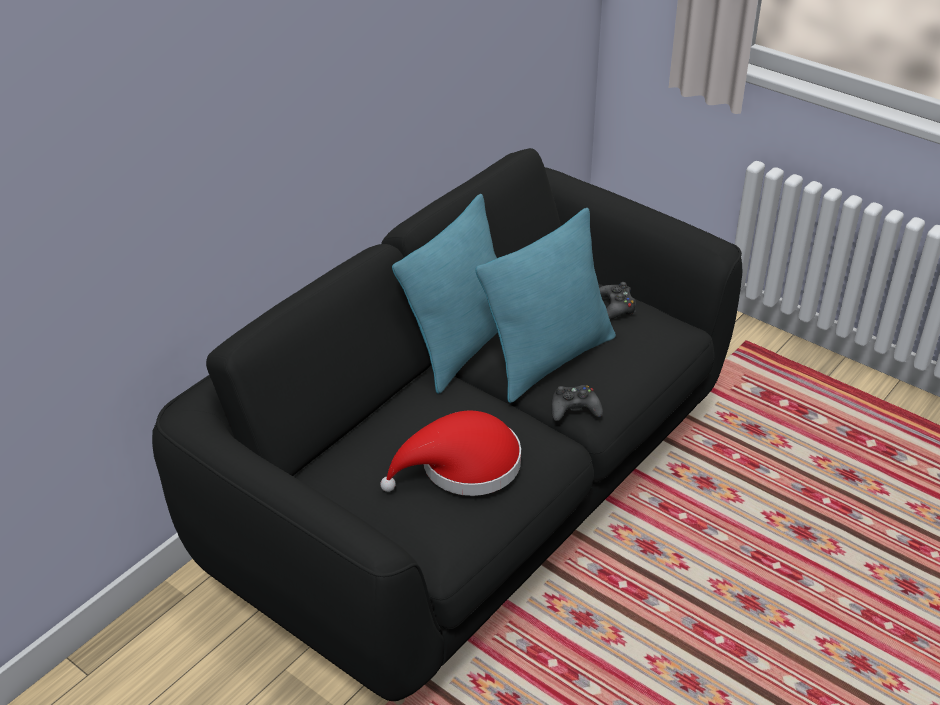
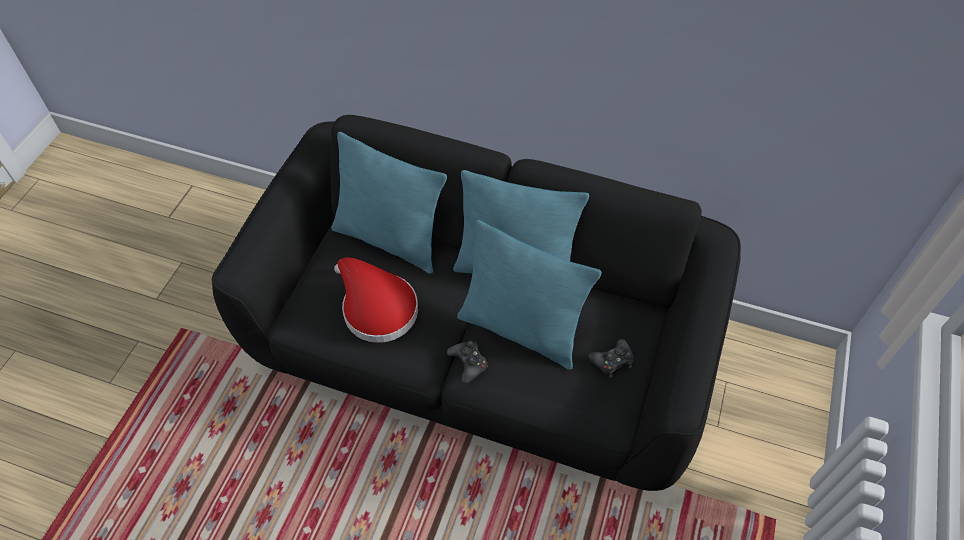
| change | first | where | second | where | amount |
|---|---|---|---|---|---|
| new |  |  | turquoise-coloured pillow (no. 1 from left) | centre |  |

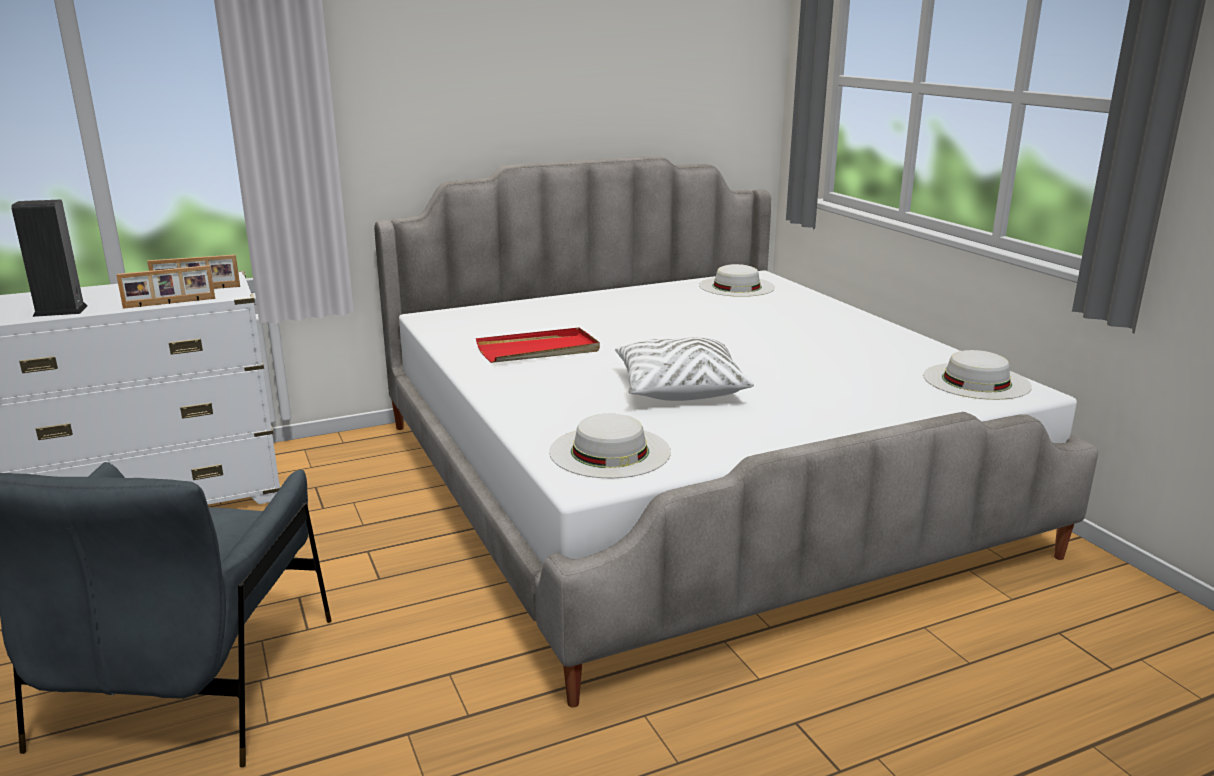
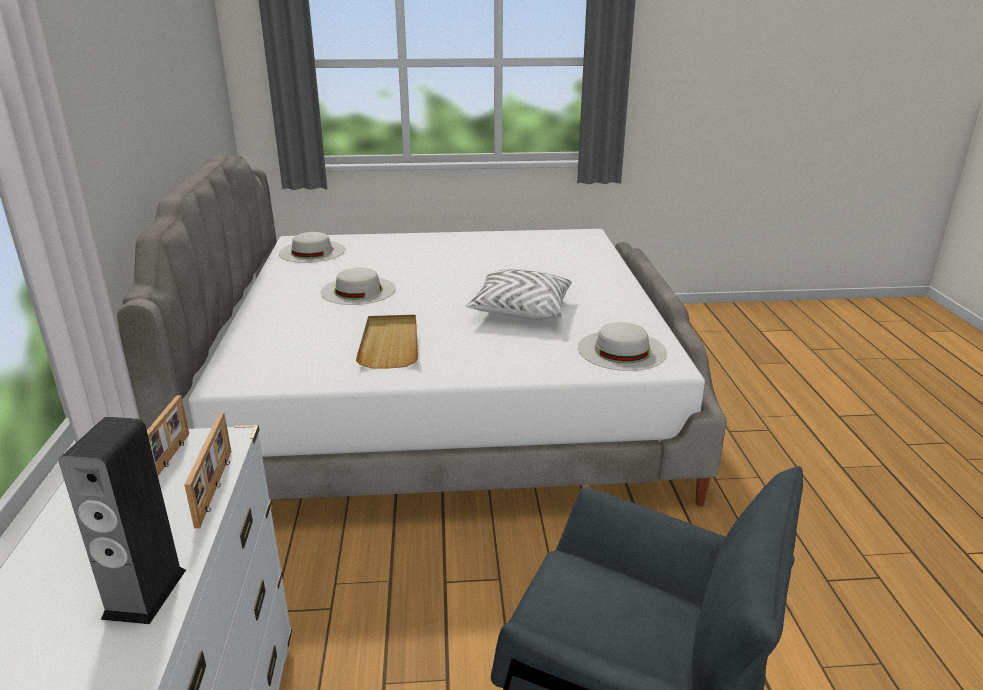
| change | first | where | second | where | amount |
|---|---|---|---|---|---|
| shifted | white-coloured wearable hat (no. 3 from left in the first image) | middle right | white-coloured wearable hat (no. 2 from left) | centre |  |
| repainted | reddish carrying tray | centre | beige carrying tray | centre |  |

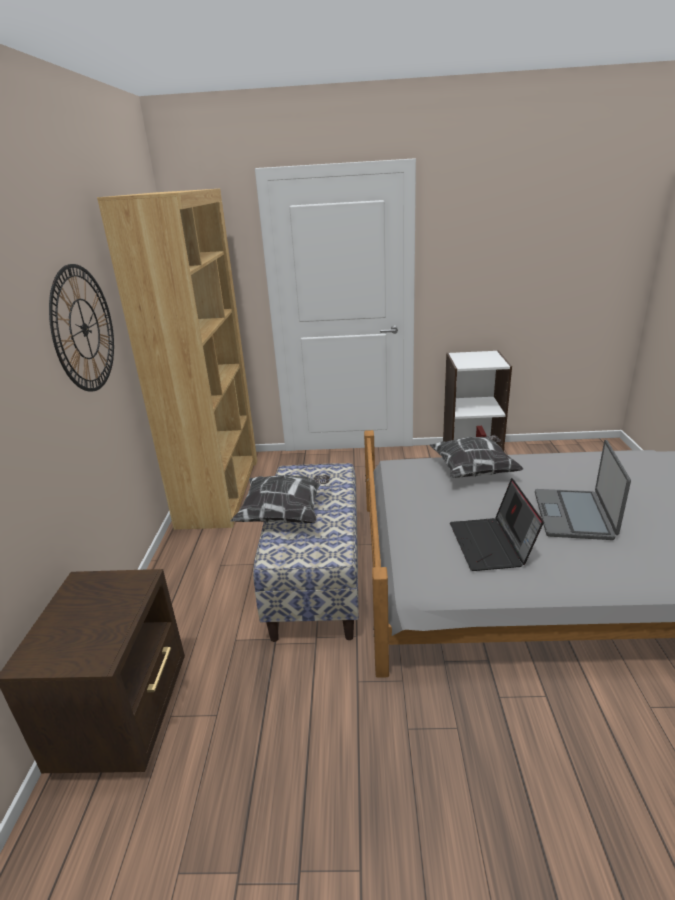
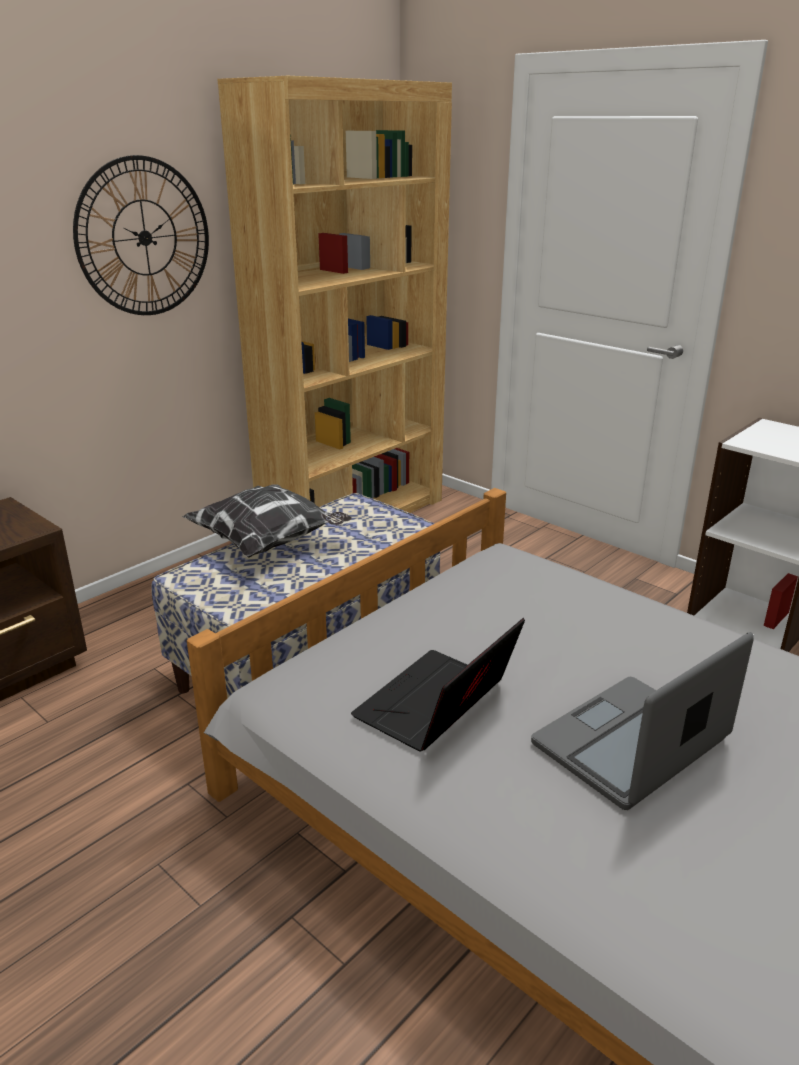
| change | first | where | second | where | amount |
|---|---|---|---|---|---|
| gone | pillow (no. 2 from left) | middle right |  |  |  |

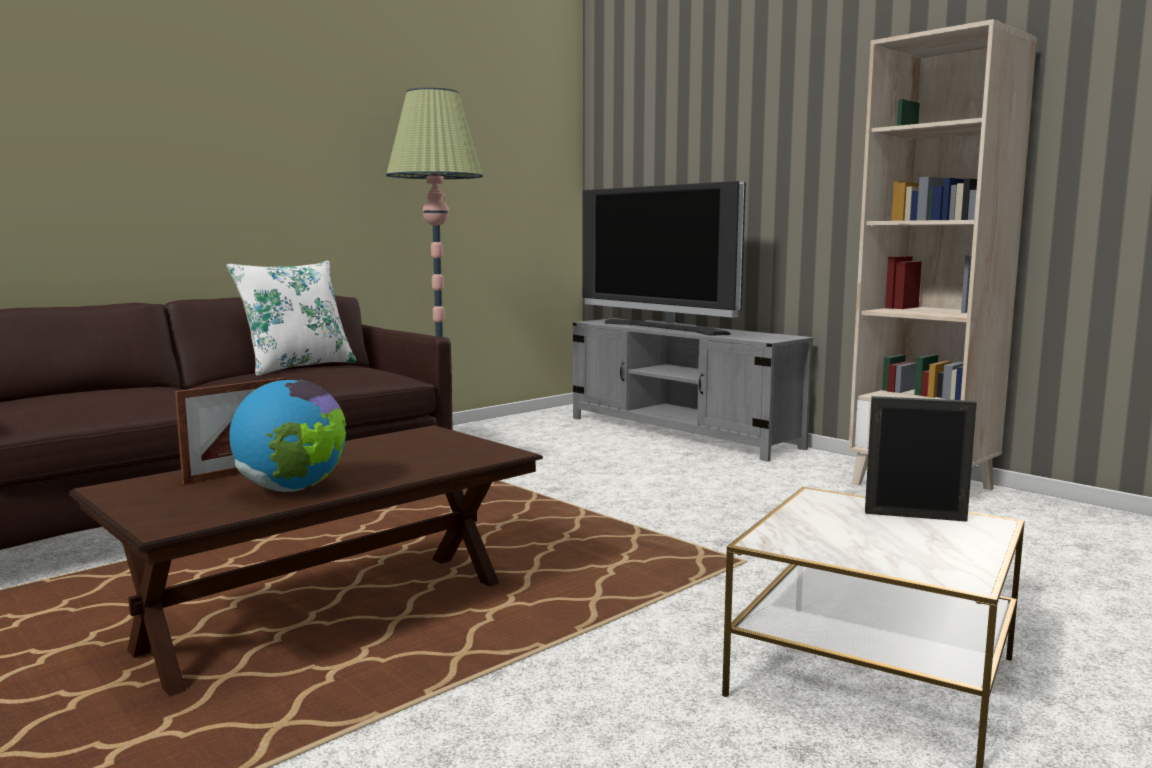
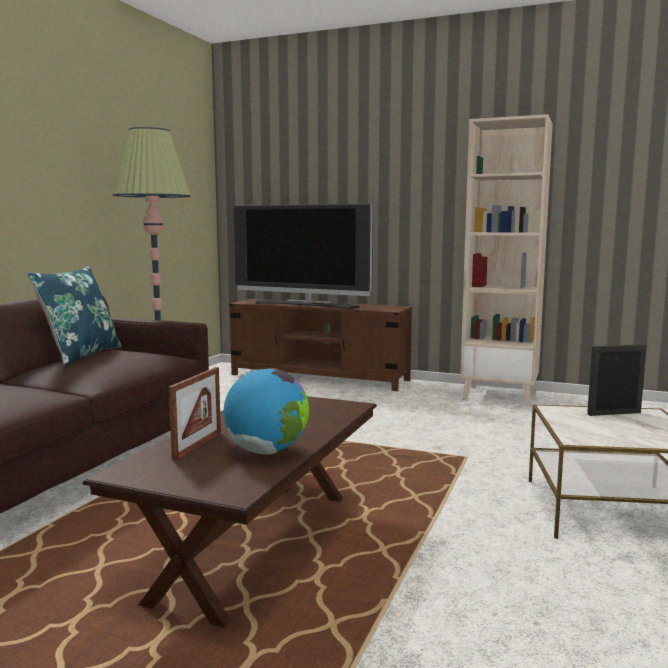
| change | first | where | second | where | amount |
|---|---|---|---|---|---|
| repainted | white-coloured pillow | middle left | blue-coloured pillow | middle left |  |
| repainted | gray tv unit | centre | brown-coloured tv unit | centre |  |

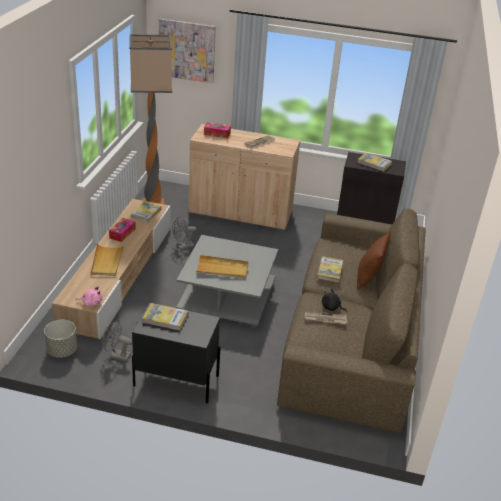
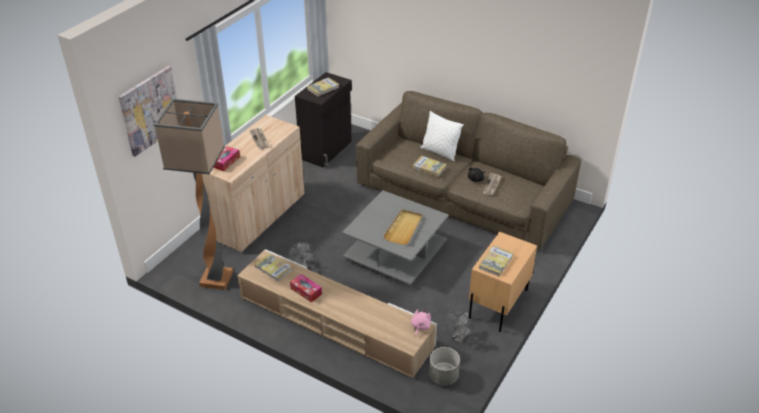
| change | first | where | second | where | amount |
|---|---|---|---|---|---|
| gone | beige carrying tray (no. 1 from left) | middle left |  |  |  |
| repainted | black bedside table | bottom centre | beige bedside table | bottom centre |  |
| repainted | brown-coloured pillow | middle right | white-coloured pillow | top centre |  |

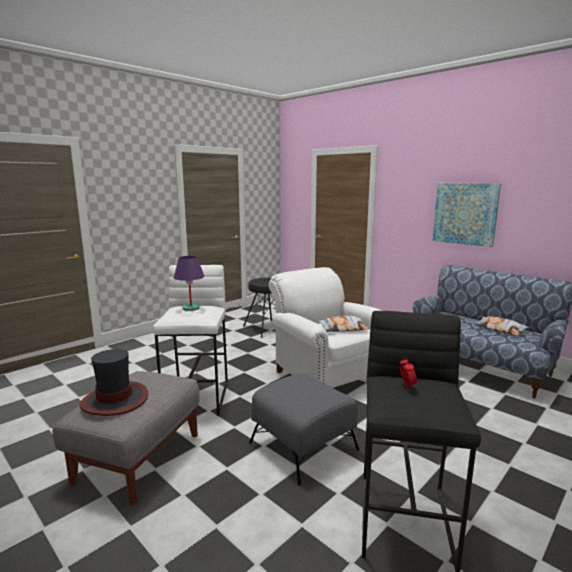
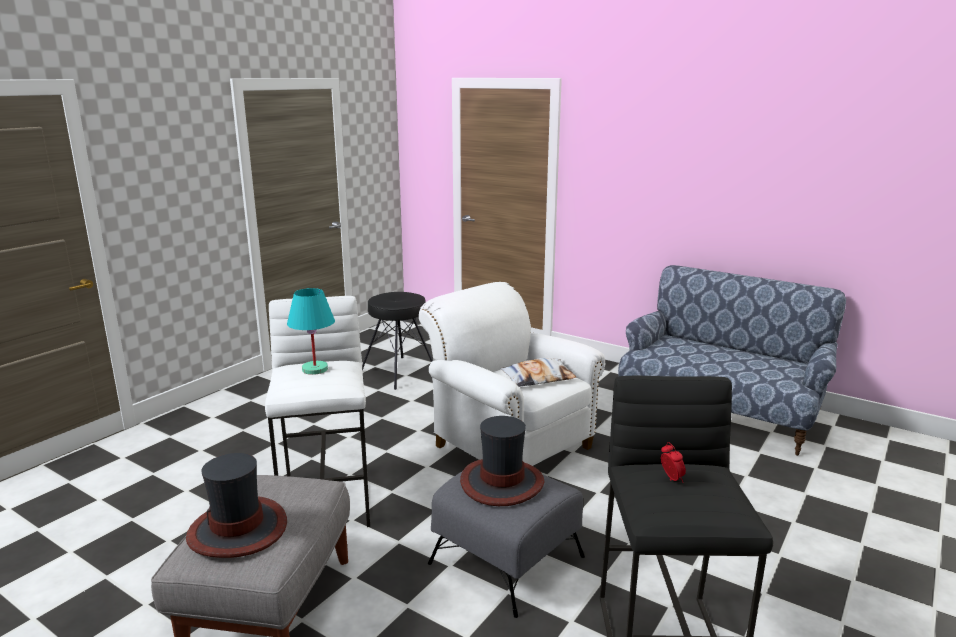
| change | first | where | second | where | amount |
|---|---|---|---|---|---|
| gone | wall picture | middle right |  |  |  |
| gone | pillow (no. 2 from left) | middle right |  |  |  |
| new |  |  | wearable hat (no. 2 from left) | bottom centre |  |
| repainted | purplish table lamp | middle left | turquoise-coloured table lamp | middle left |  |

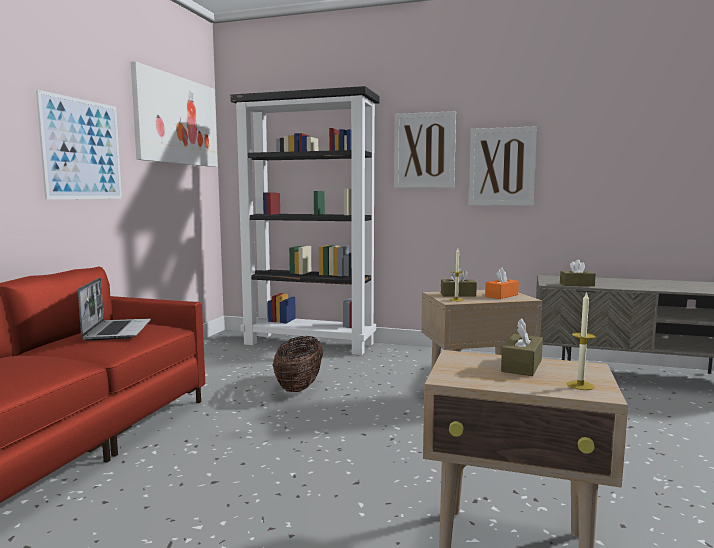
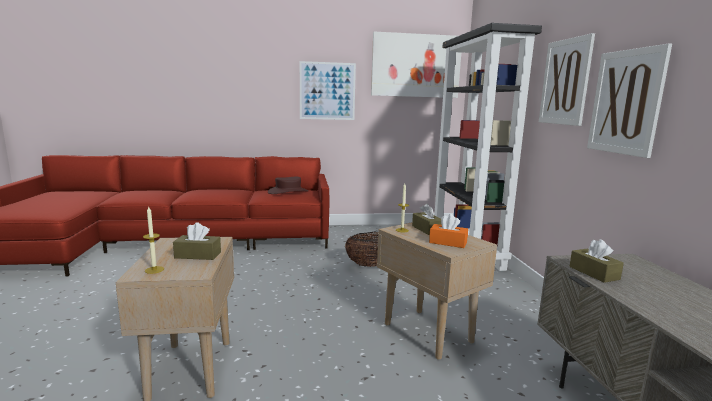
| change | first | where | second | where | amount |
|---|---|---|---|---|---|
| swapped | portable computer | middle left | brown-coloured wearable hat | centre |  |

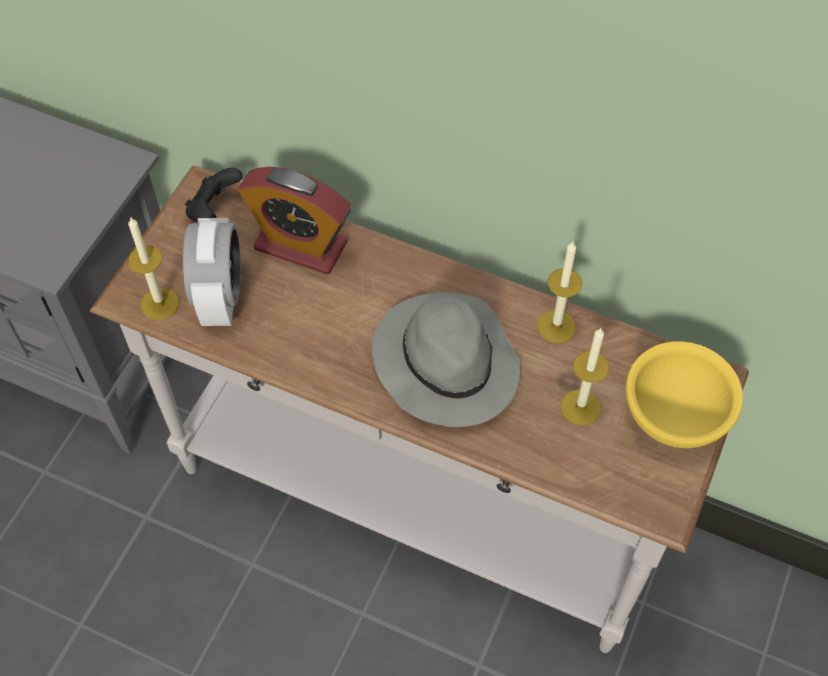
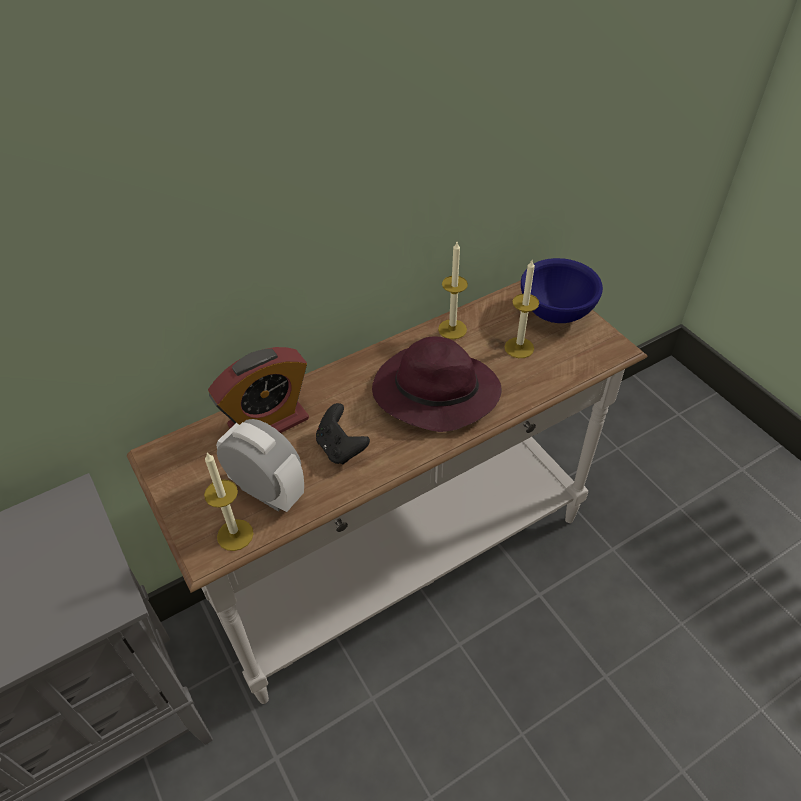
| change | first | where | second | where | amount |
|---|---|---|---|---|---|
| shifted | black gamepad | top left |  | centre |  |
| repainted | gray wearable hat | centre | purplish wearable hat | centre |  |
| repainted | yellow deep dish | middle right | blue-coloured deep dish | middle right |  |

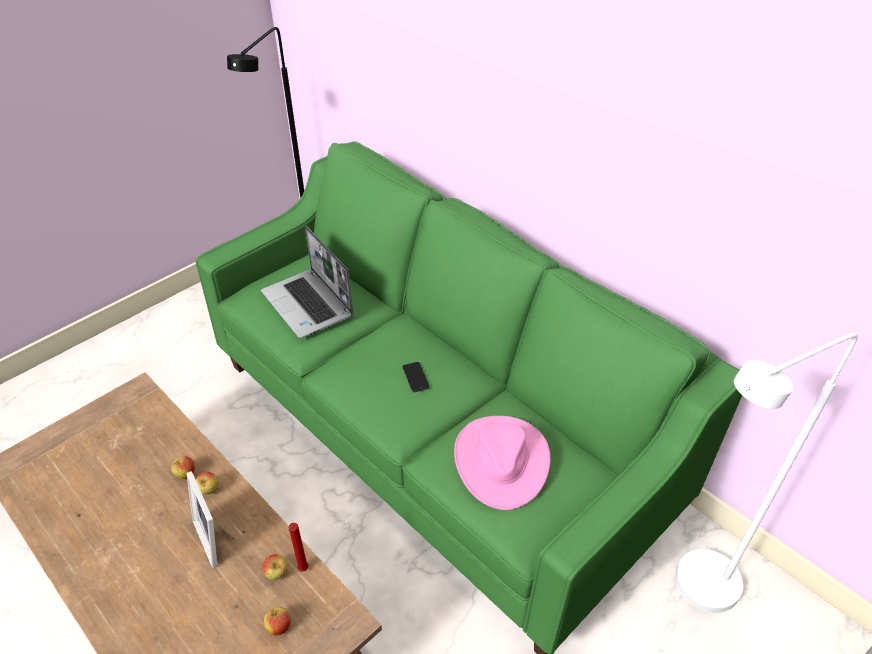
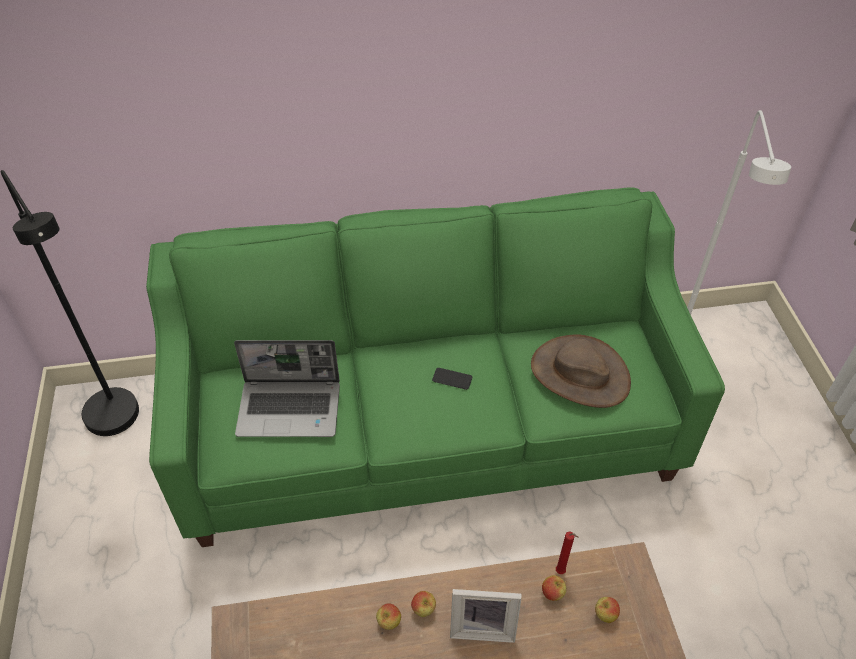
| change | first | where | second | where | amount |
|---|---|---|---|---|---|
| repainted | pink wearable hat | bottom centre | brown-coloured wearable hat | middle right |  |

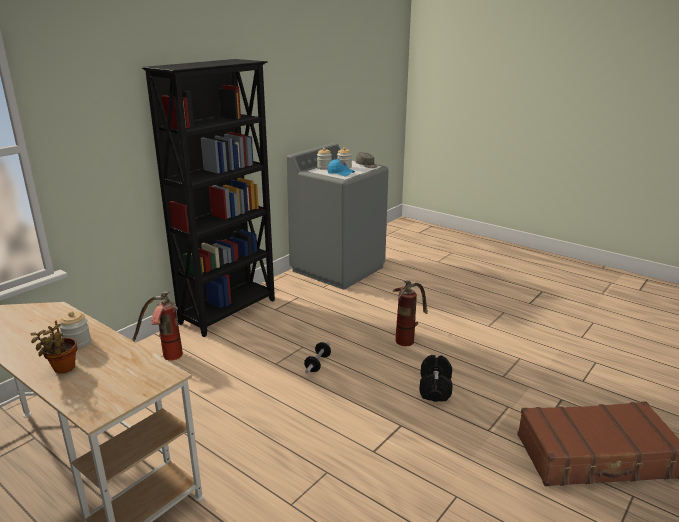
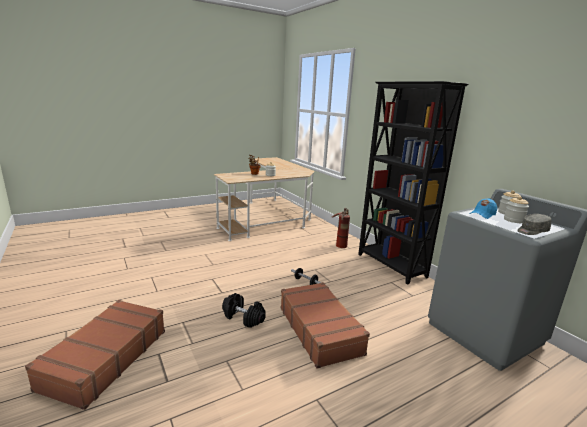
| change | first | where | second | where | amount |
|---|---|---|---|---|---|
| swapped | fire-fighting cylinder (no. 2 from left) | centre | brown-coloured travel case (no. 2 from left) | bottom centre |  |

